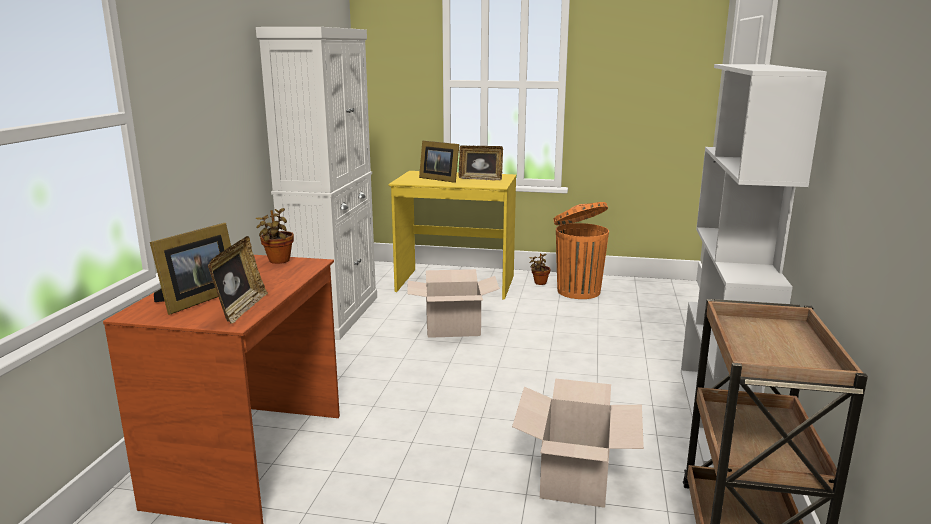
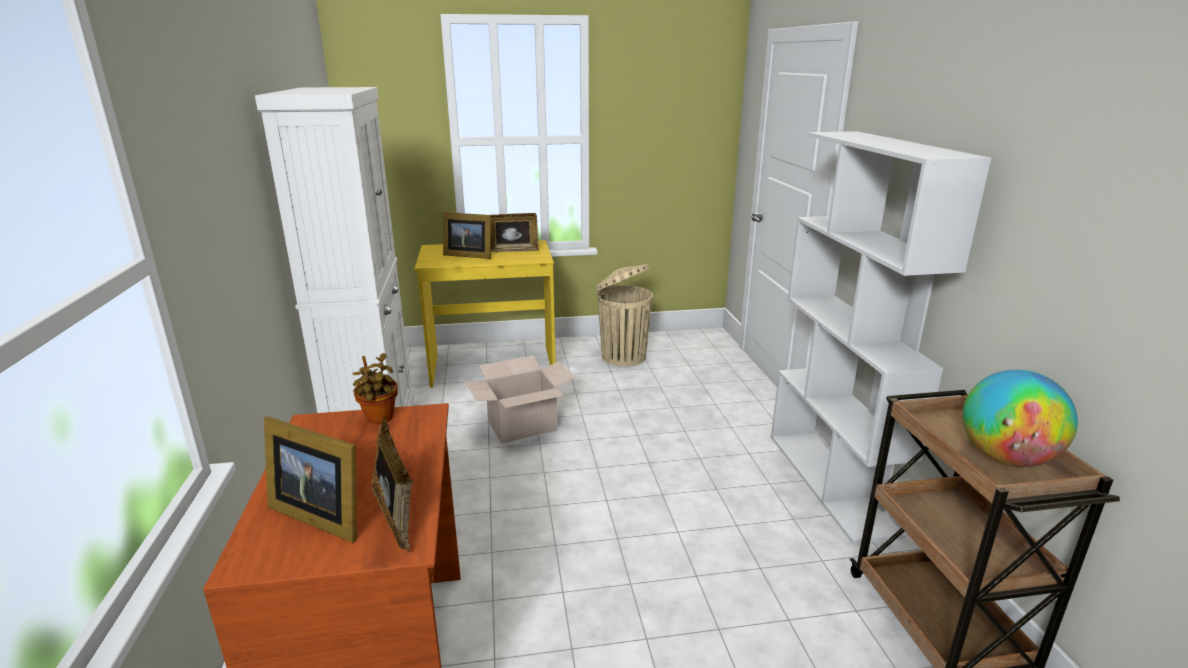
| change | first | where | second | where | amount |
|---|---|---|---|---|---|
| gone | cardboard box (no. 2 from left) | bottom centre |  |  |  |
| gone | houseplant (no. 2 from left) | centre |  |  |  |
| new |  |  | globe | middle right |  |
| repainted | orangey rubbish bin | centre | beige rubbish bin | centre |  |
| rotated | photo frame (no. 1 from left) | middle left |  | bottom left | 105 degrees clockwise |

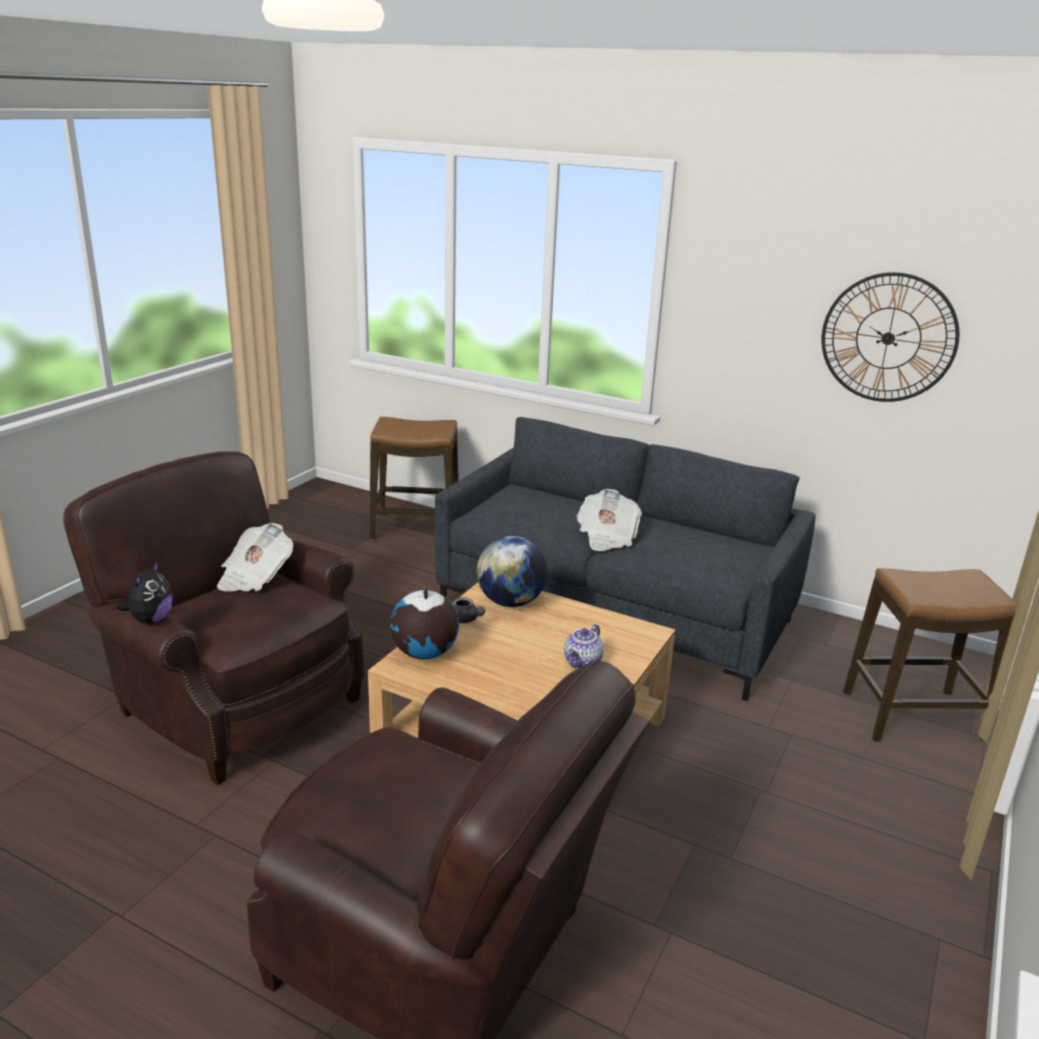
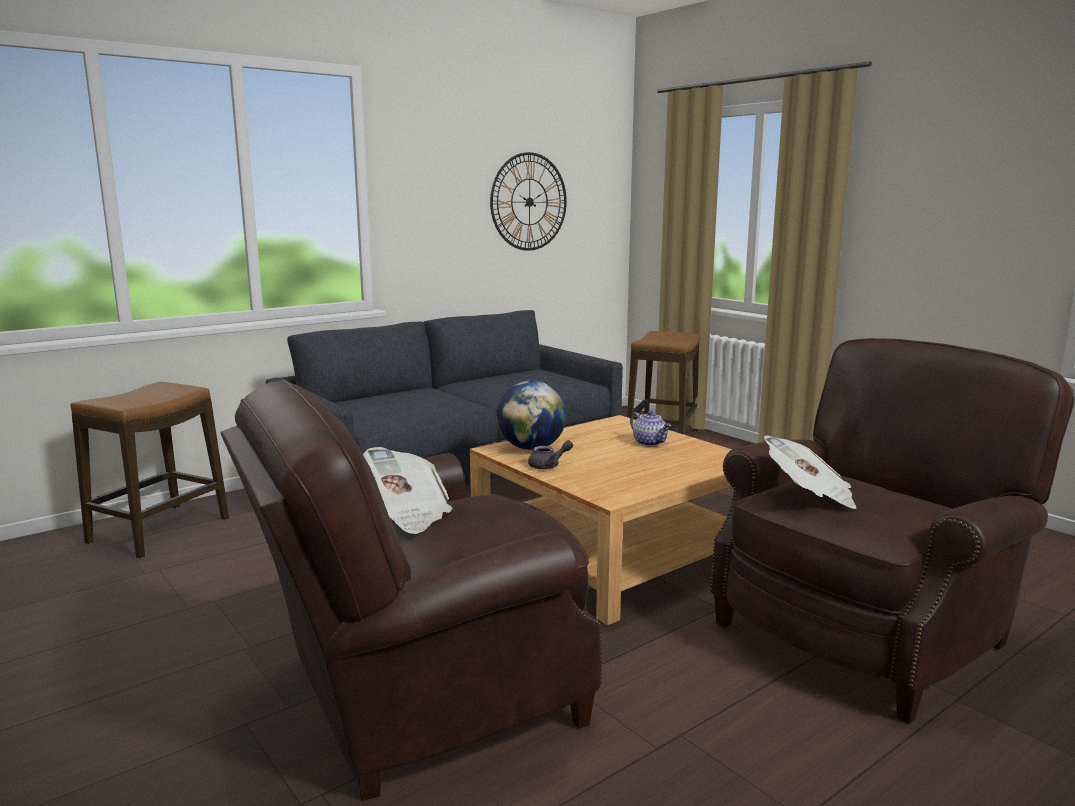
| change | first | where | second | where | amount |
|---|---|---|---|---|---|
| gone | plush toy | middle left |  |  |  |
| gone | globe (no. 1 from left) | centre |  |  |  |
| shifted | printed paper (no. 2 from left) | centre |  | middle right |  |

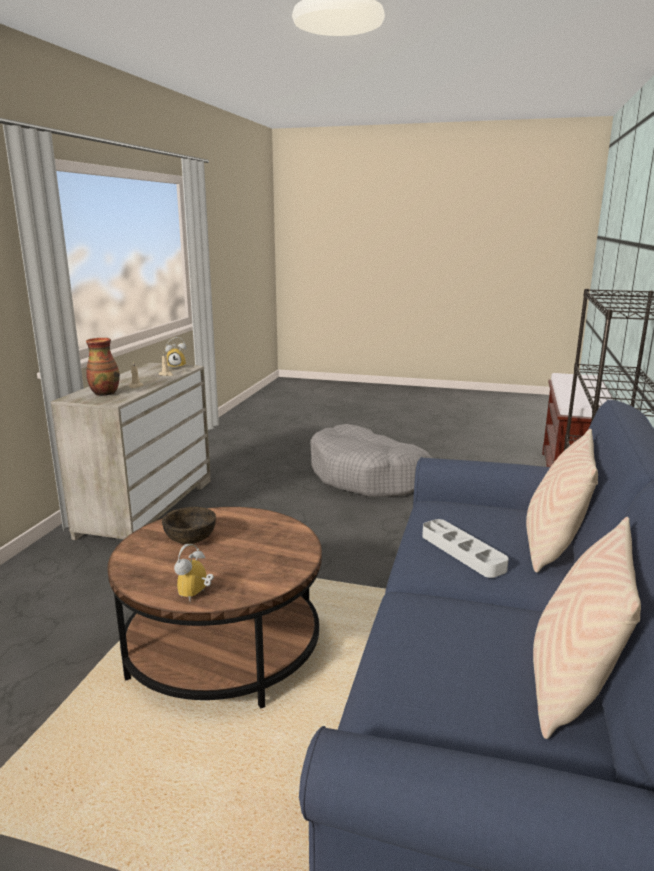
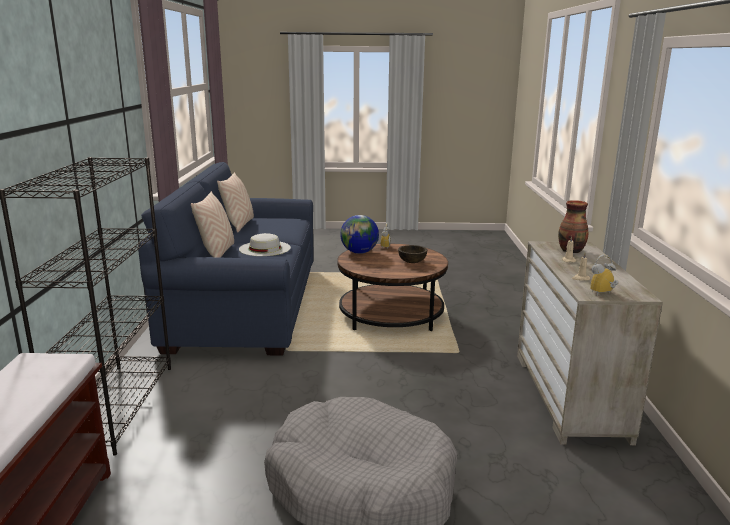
| change | first | where | second | where | amount |
|---|---|---|---|---|---|
| new |  |  | globe | centre |  |
| swapped | gray carrying tray | middle right | white-coloured wearable hat | centre |  |

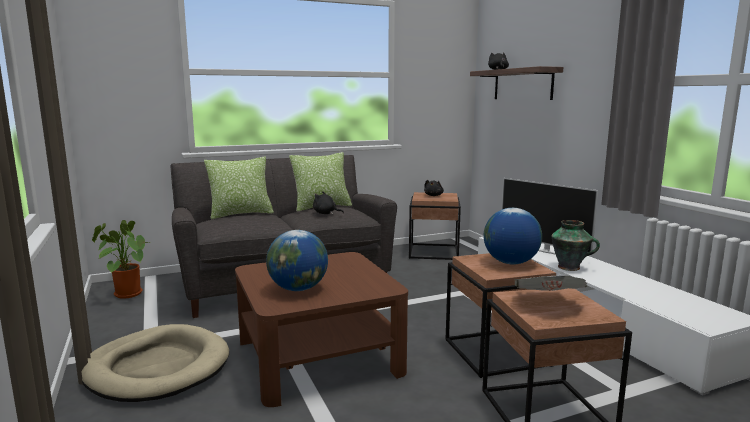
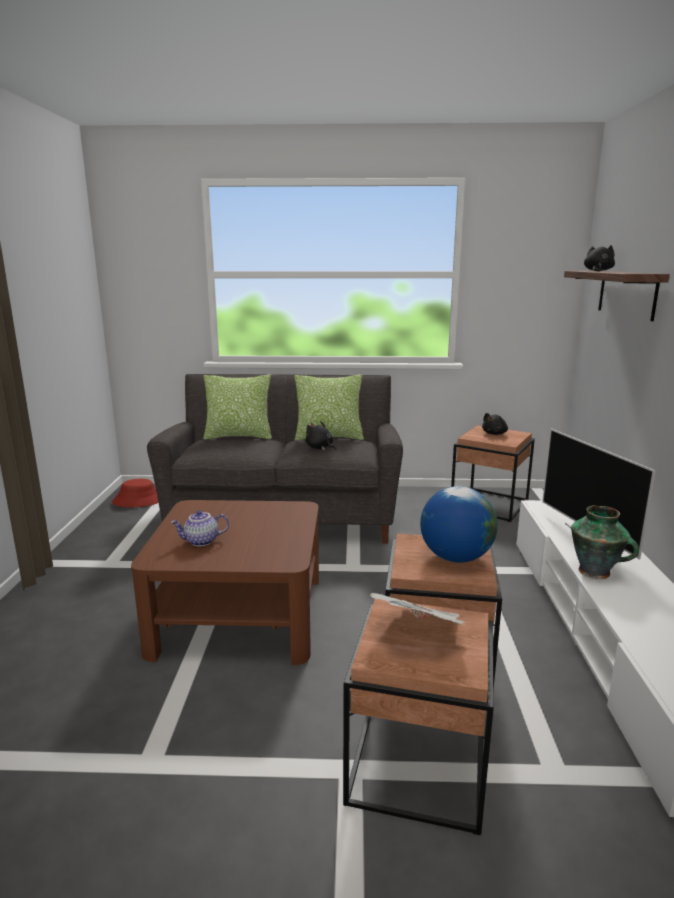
| change | first | where | second | where | amount |
|---|---|---|---|---|---|
| gone | beige dog cushion | bottom left |  |  |  |
| swapped | houseplant | middle left | reddish wearable hat | middle left |  |
| swapped | globe (no. 1 from left) | centre | teapot | middle left |  |

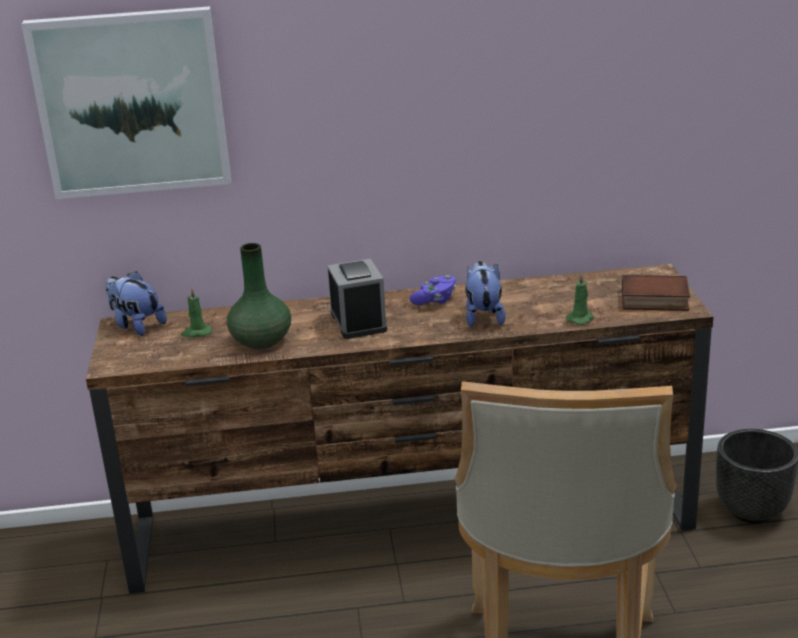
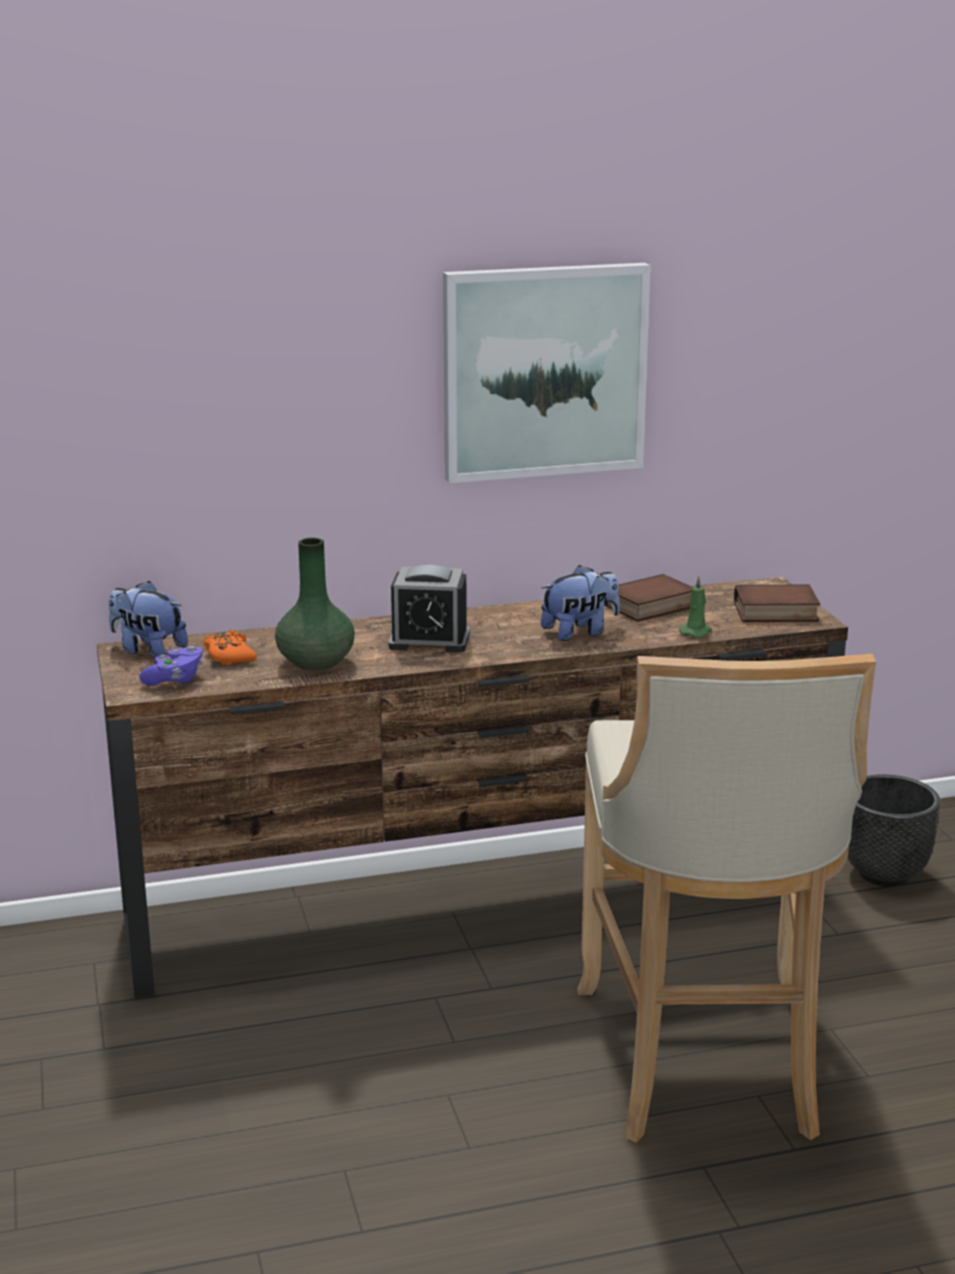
| change | first | where | second | where | amount |
|---|---|---|---|---|---|
| new |  |  | book (no. 1 from left) | middle right |  |
| shifted | wall picture | top left |  | top centre |  |
| shifted | purplish gamepad | centre |  | middle left |  |
| swapped | greenish wax light (no. 1 from left) | middle left | orangey gamepad | middle left |  |
| rotated | alarm clock | centre |  | centre | 120 degrees clockwise |
| rotated | plush toy (no. 2 from left) | centre |  | centre | 75 degrees clockwise |

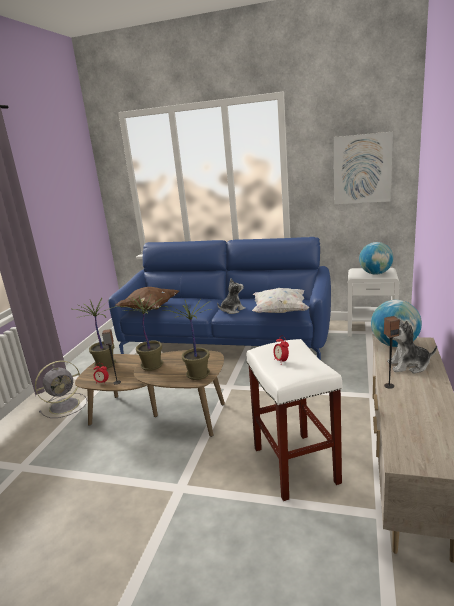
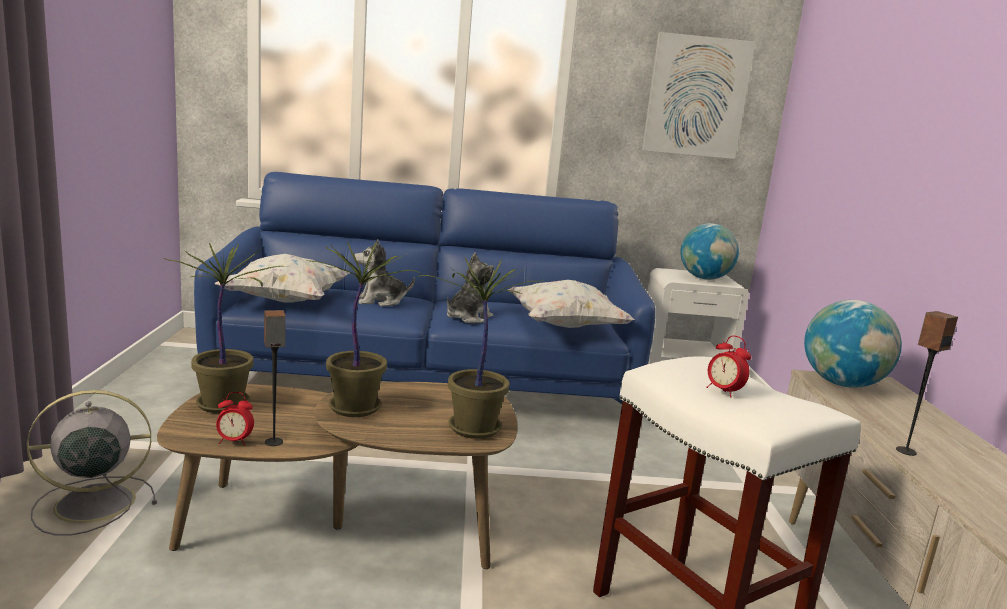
| change | first | where | second | where | amount |
|---|---|---|---|---|---|
| shifted | plush toy (no. 2 from left in the first image) | middle right | plush toy (no. 1 from left) | centre |  |
| repainted | brown-coloured pillow | middle left | white-coloured pillow (no. 1 from left) | middle left |  |
| rotated | gray cooling fan | middle left |  | bottom left | 150 degrees counterclockwise |

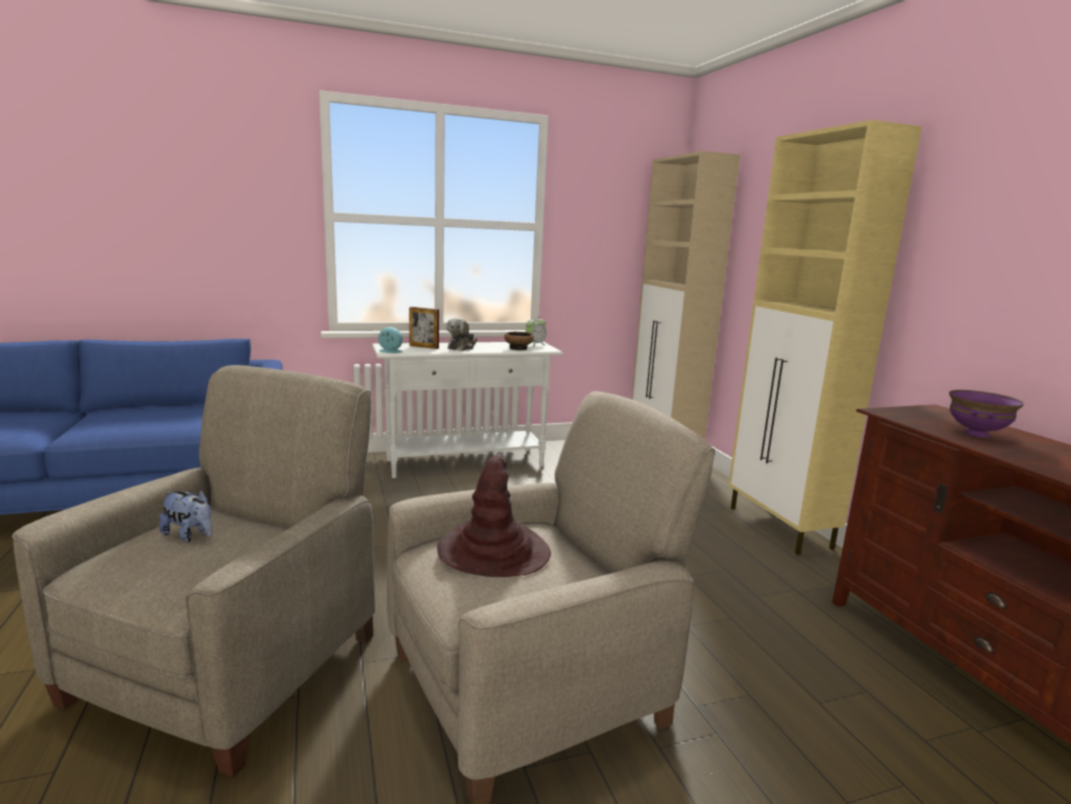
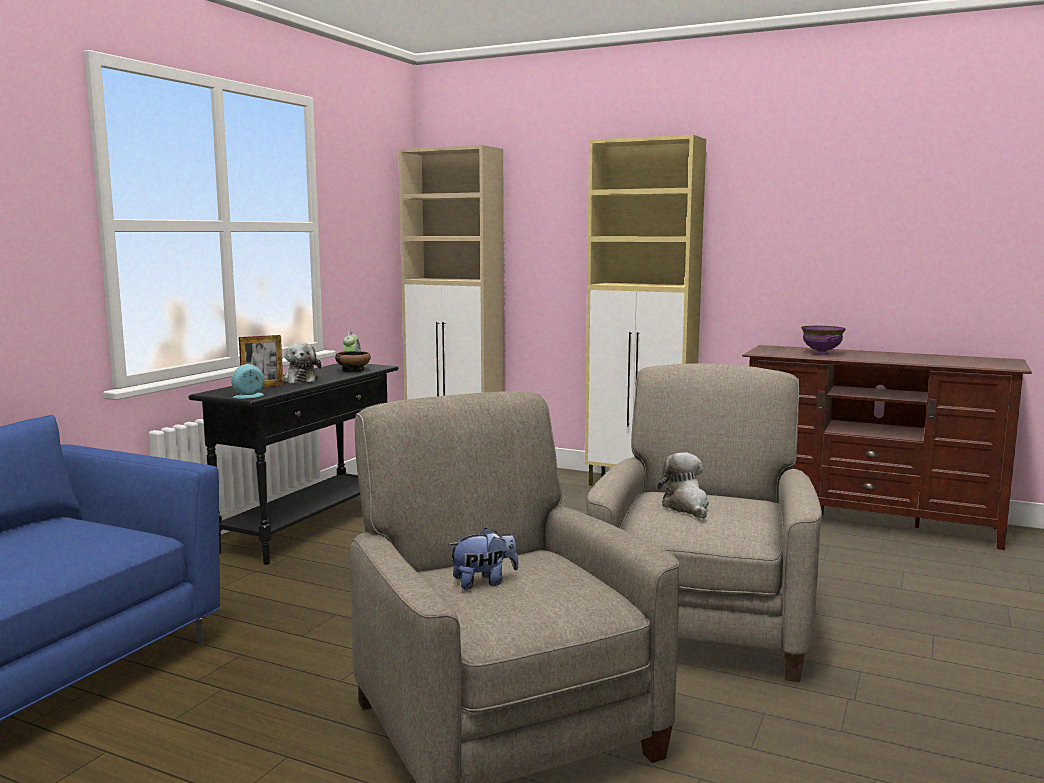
| change | first | where | second | where | amount |
|---|---|---|---|---|---|
| swapped | brown-coloured wearable hat | centre | plush toy (no. 3 from left) | centre |  |
| repainted | white-coloured narrow table | centre | black narrow table | middle left |  |

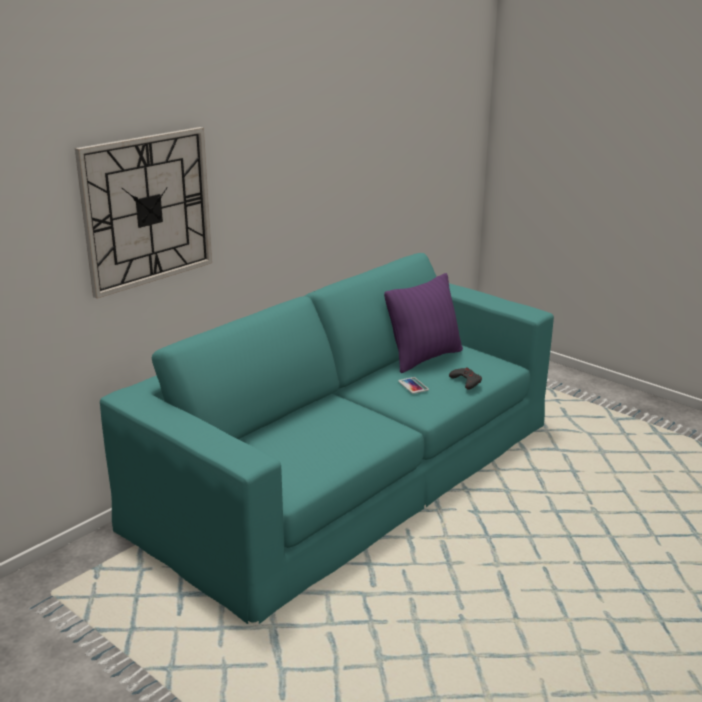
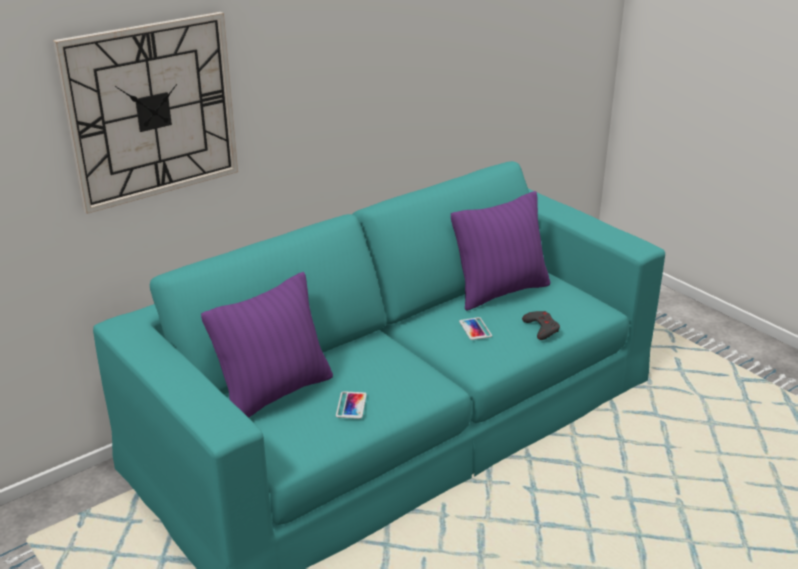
| change | first | where | second | where | amount |
|---|---|---|---|---|---|
| new |  |  | purplish pillow (no. 1 from left) | centre |  |
| new |  |  | handset (no. 1 from left) | bottom centre |  |

